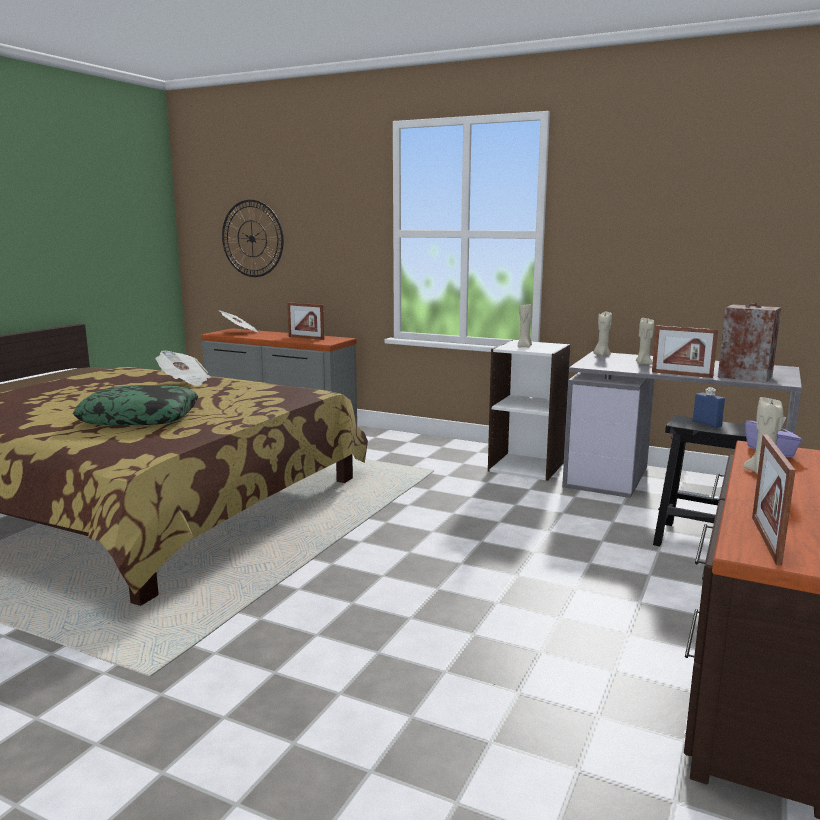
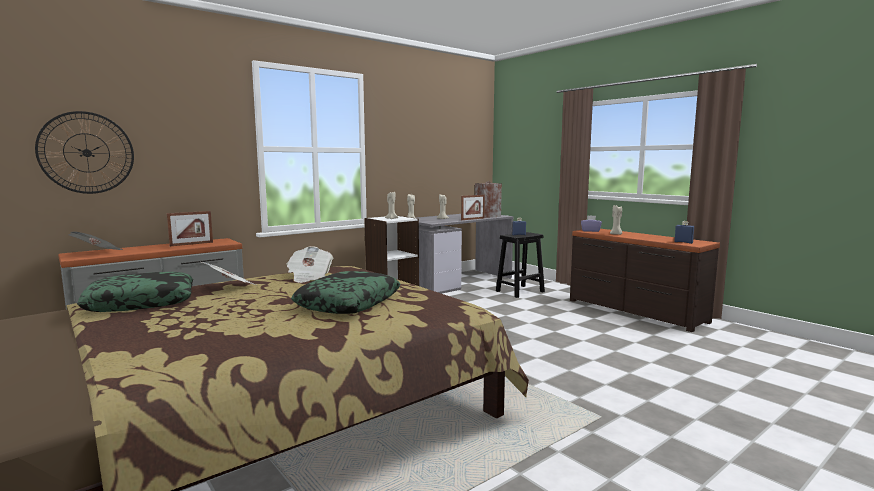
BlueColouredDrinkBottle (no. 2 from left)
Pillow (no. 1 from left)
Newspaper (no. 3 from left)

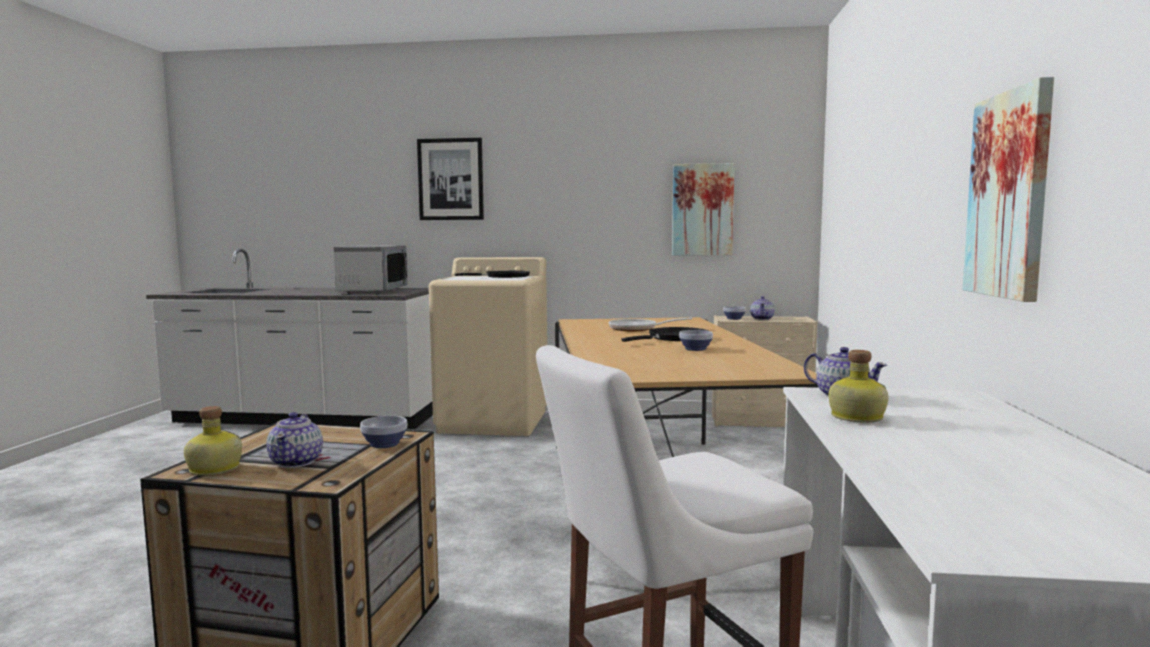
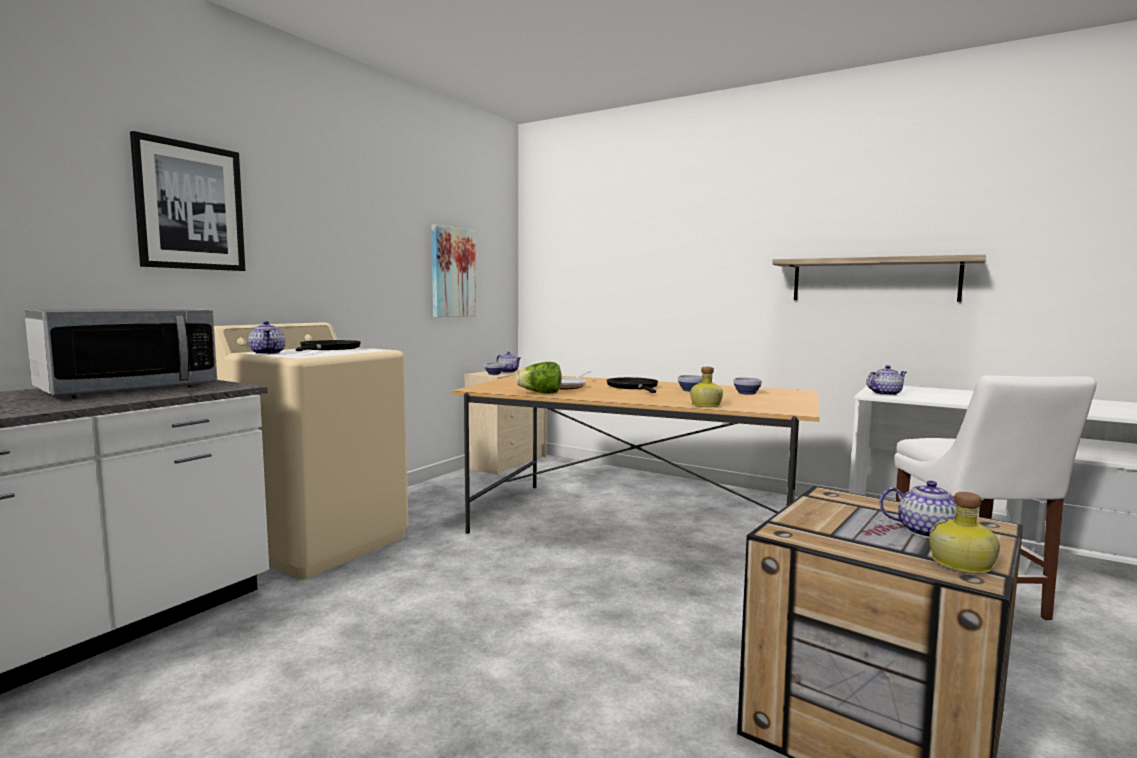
MicrowaveOven
Bowl (no. 3 from left)
DrinkBottle (no. 1 from left)
BracketShelf
Teapot (no. 1 from left)
LettuceHead

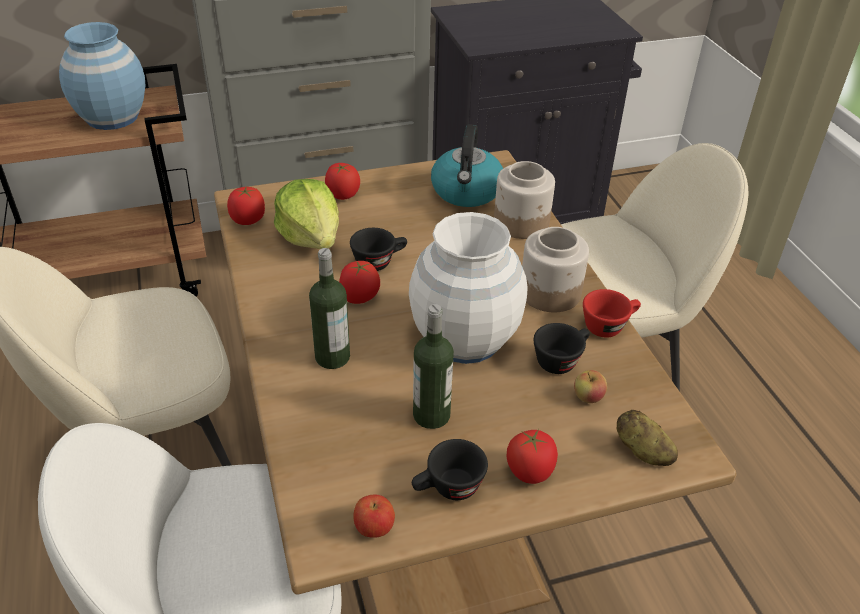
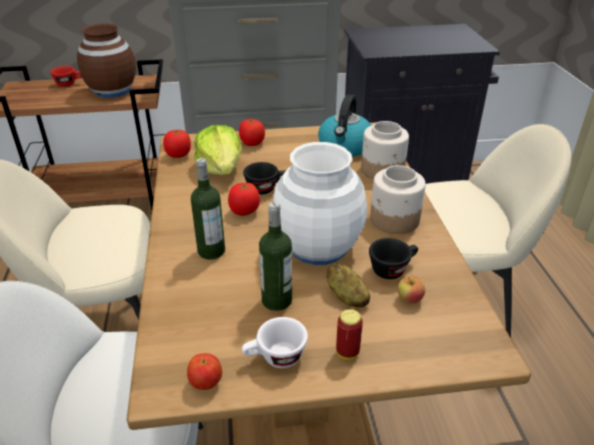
BrownFlowerVase
WhitishSmallCup
SealedCan
ReddishSmallCup
Spud

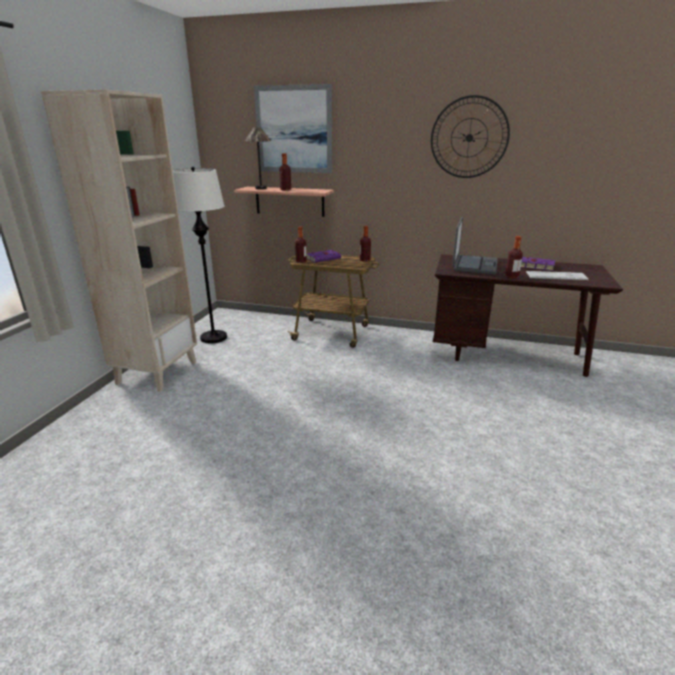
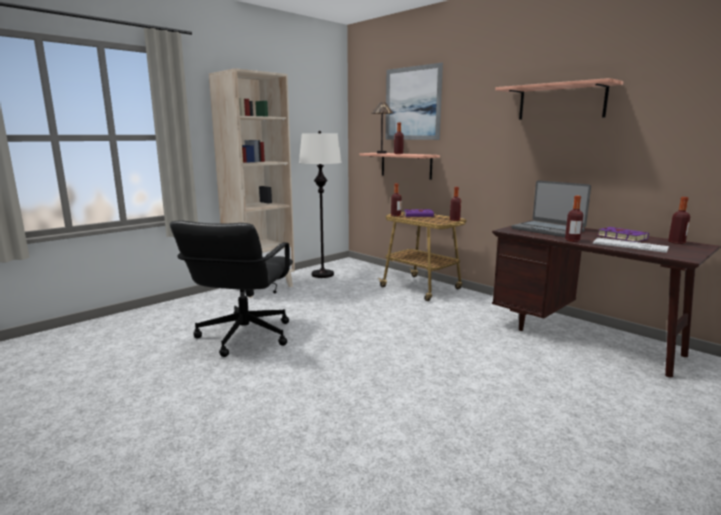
BracketShelf (no. 2 from left)
Laptop
BlackOfficeChair
DrinkBottle (no. 5 from left)

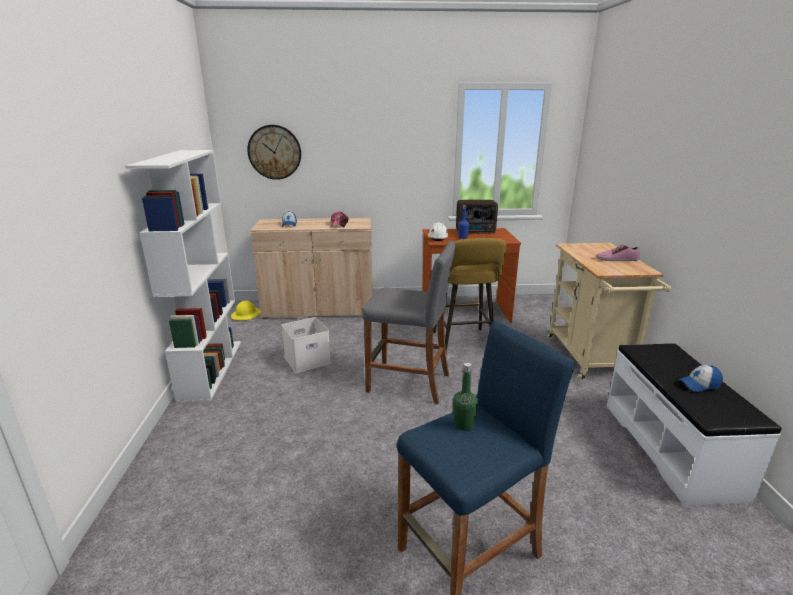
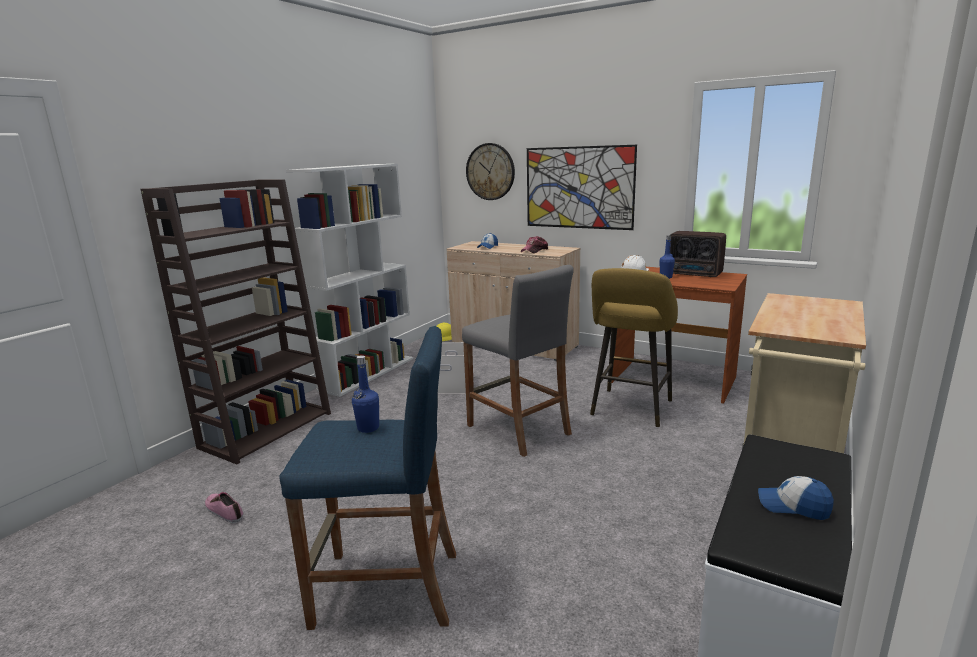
BlueColouredDrinkBottle (no. 1 from left)
LowShoe
BrownBookcase
WallPicture

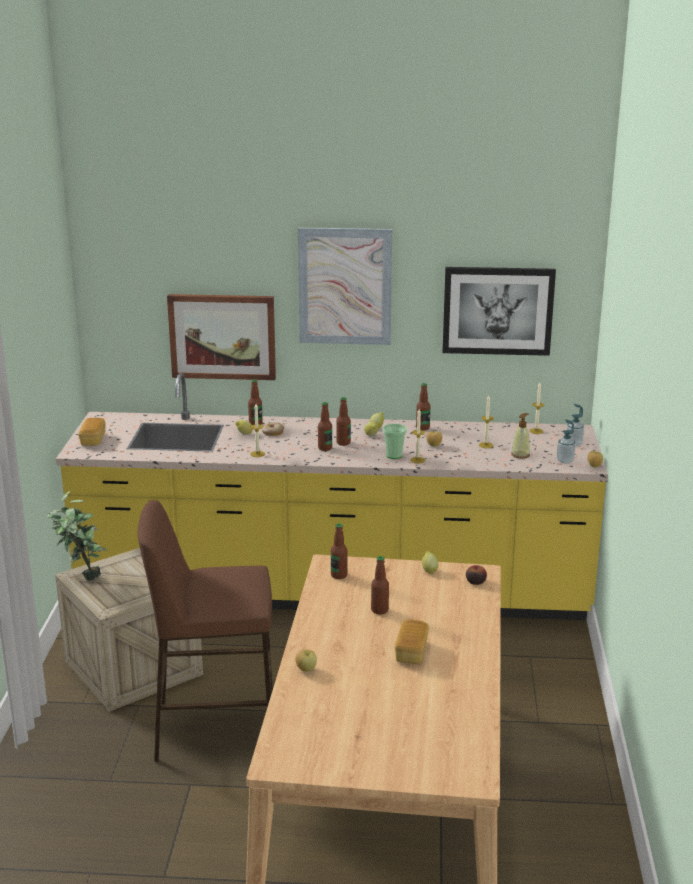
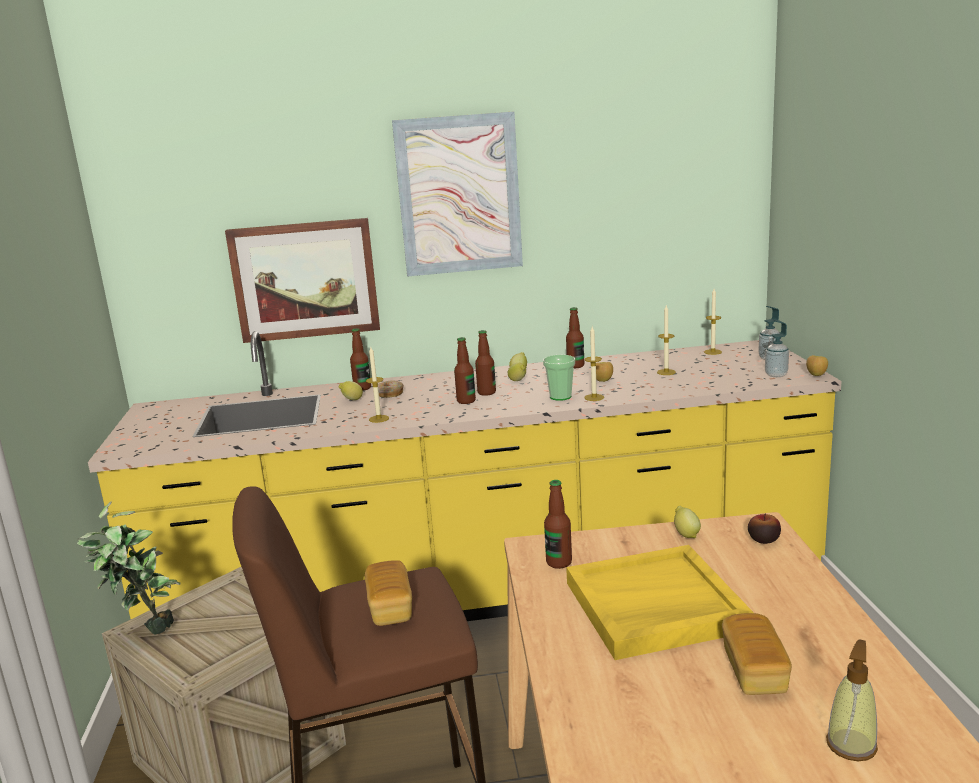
BakeryBread (no. 1 from left)
AppleFruit (no. 1 from left in the first image)
YellowTray
WallPicture (no. 3 from left in the first image)
LiquidSoapBottle (no. 3 from left)

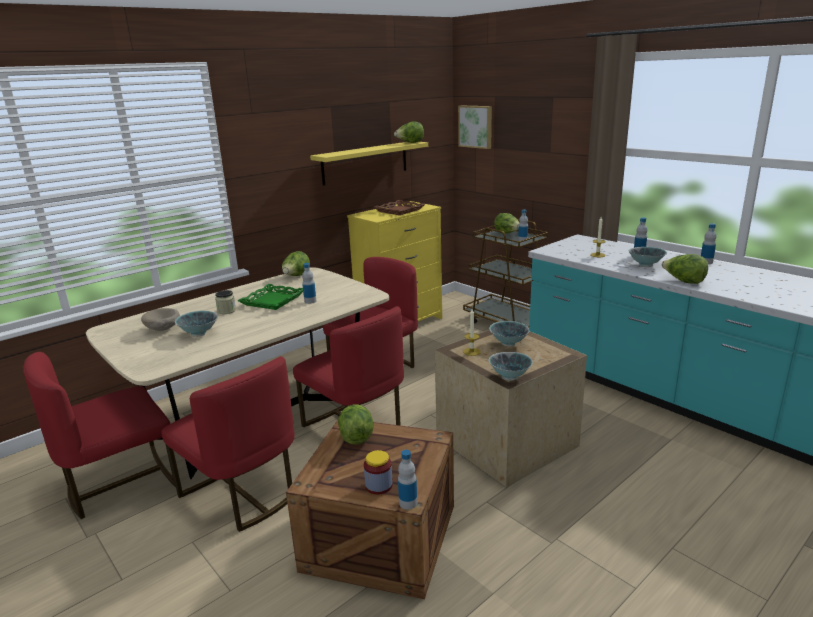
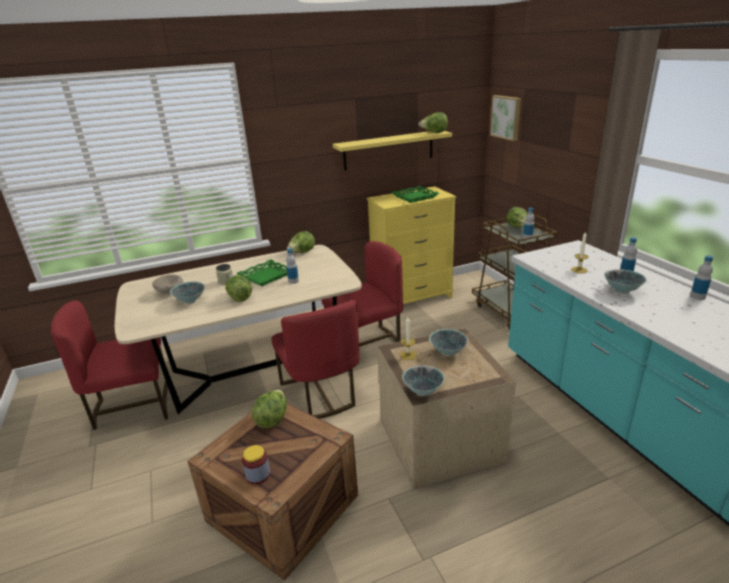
ReddishPlainChair (no. 2 from left in the first image)
GreenishTray (no. 2 from left)
DrinkBottle (no. 2 from left in the first image)
LettuceHead (no. 1 from left)

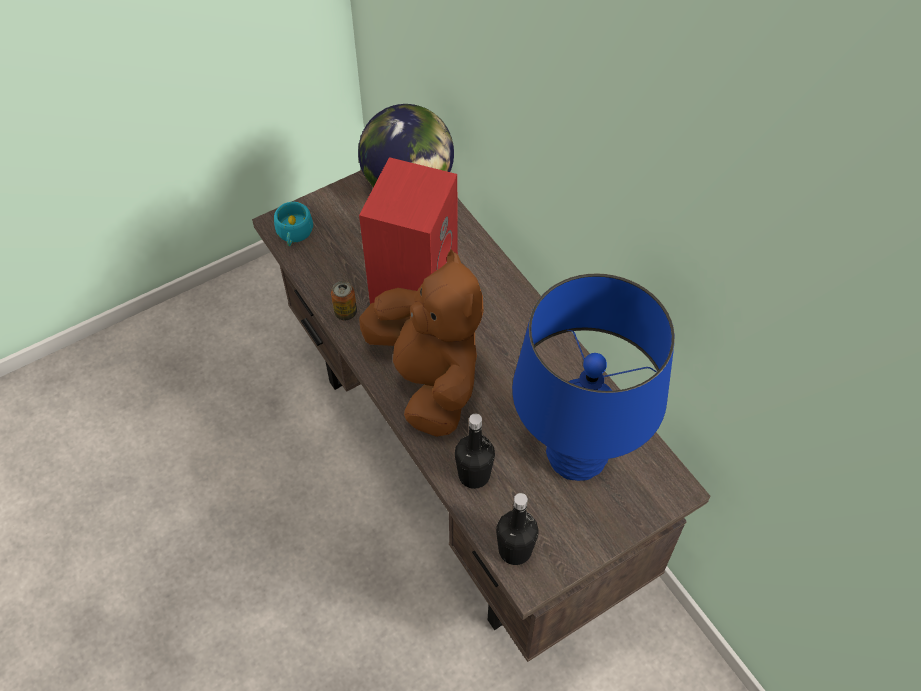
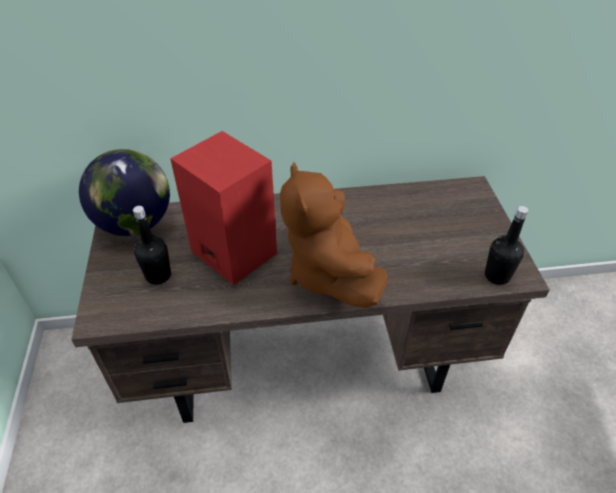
BlueGreenSmallCup
SealedCan
BrownSoftToy
BlackDrinkBottle (no. 1 from left)
BlueColouredTabletopLamp

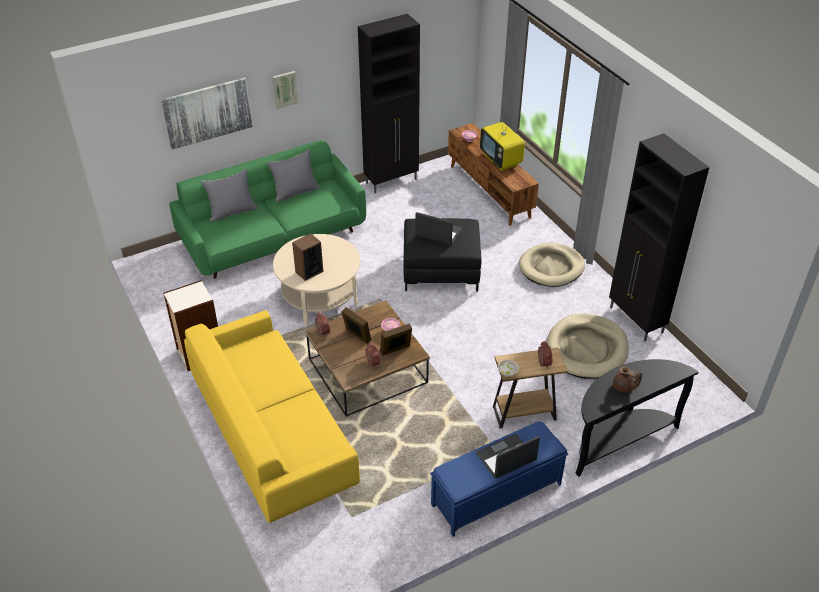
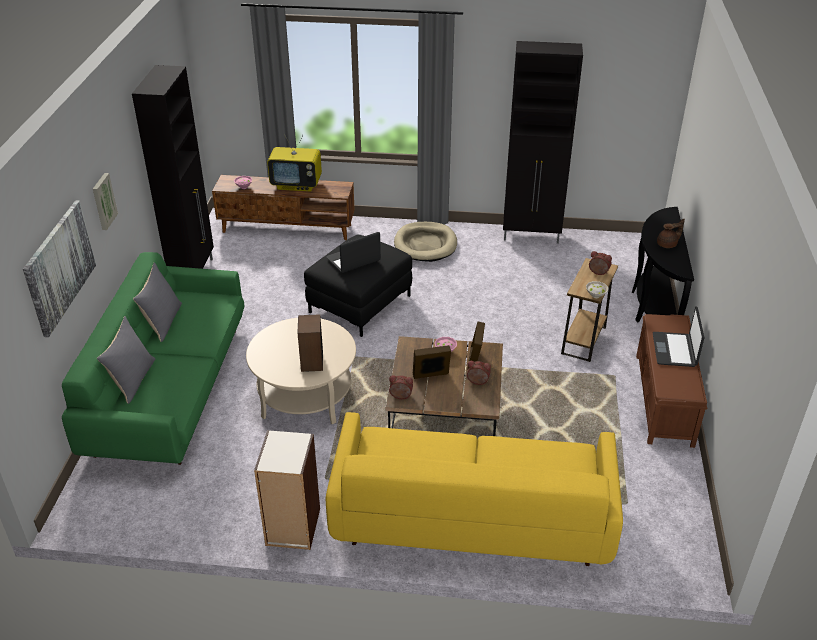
BrownIndoorBench
SandColouredDogBed (no. 2 from left in the first image)

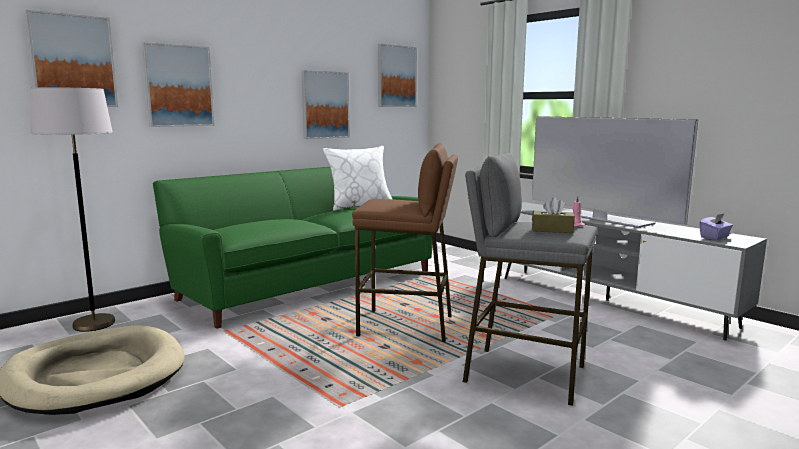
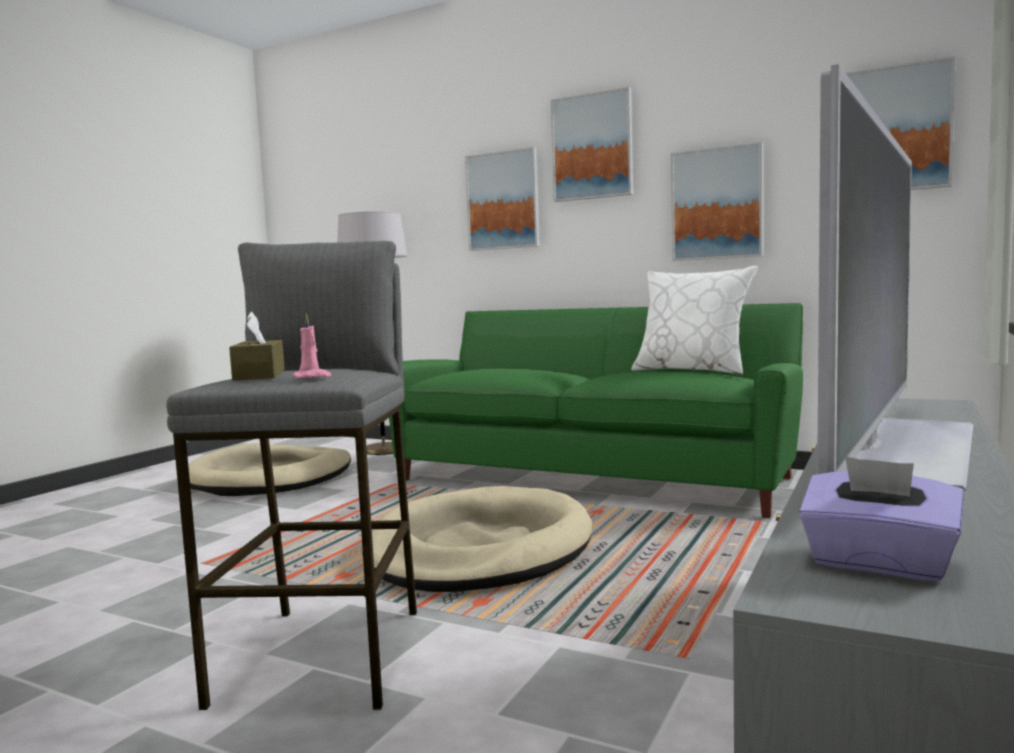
WallPicture (no. 2 from left)
SandColouredDogBed (no. 2 from left)

